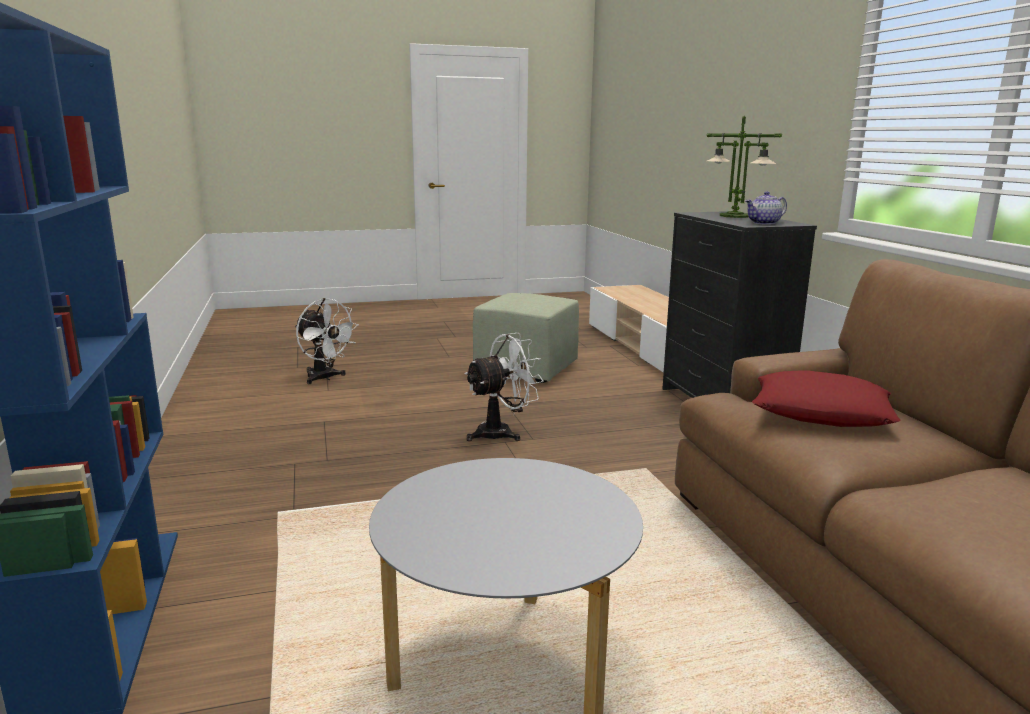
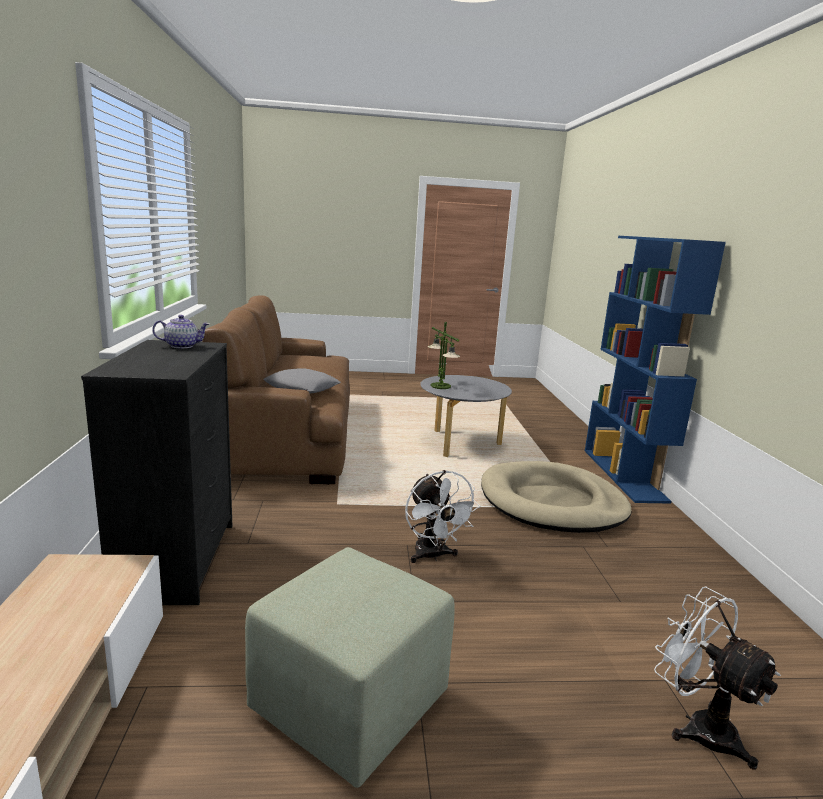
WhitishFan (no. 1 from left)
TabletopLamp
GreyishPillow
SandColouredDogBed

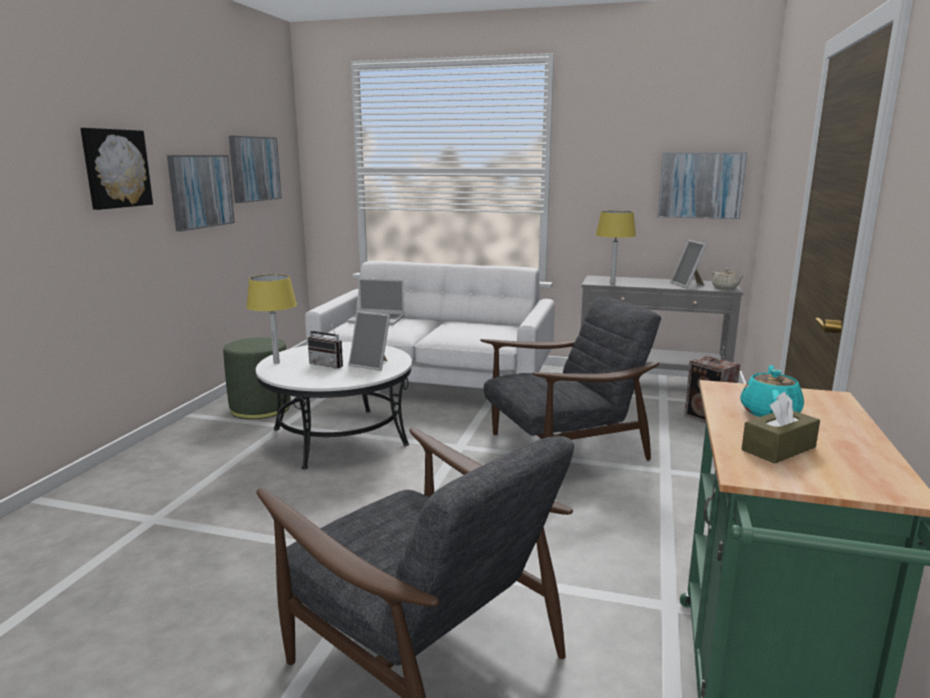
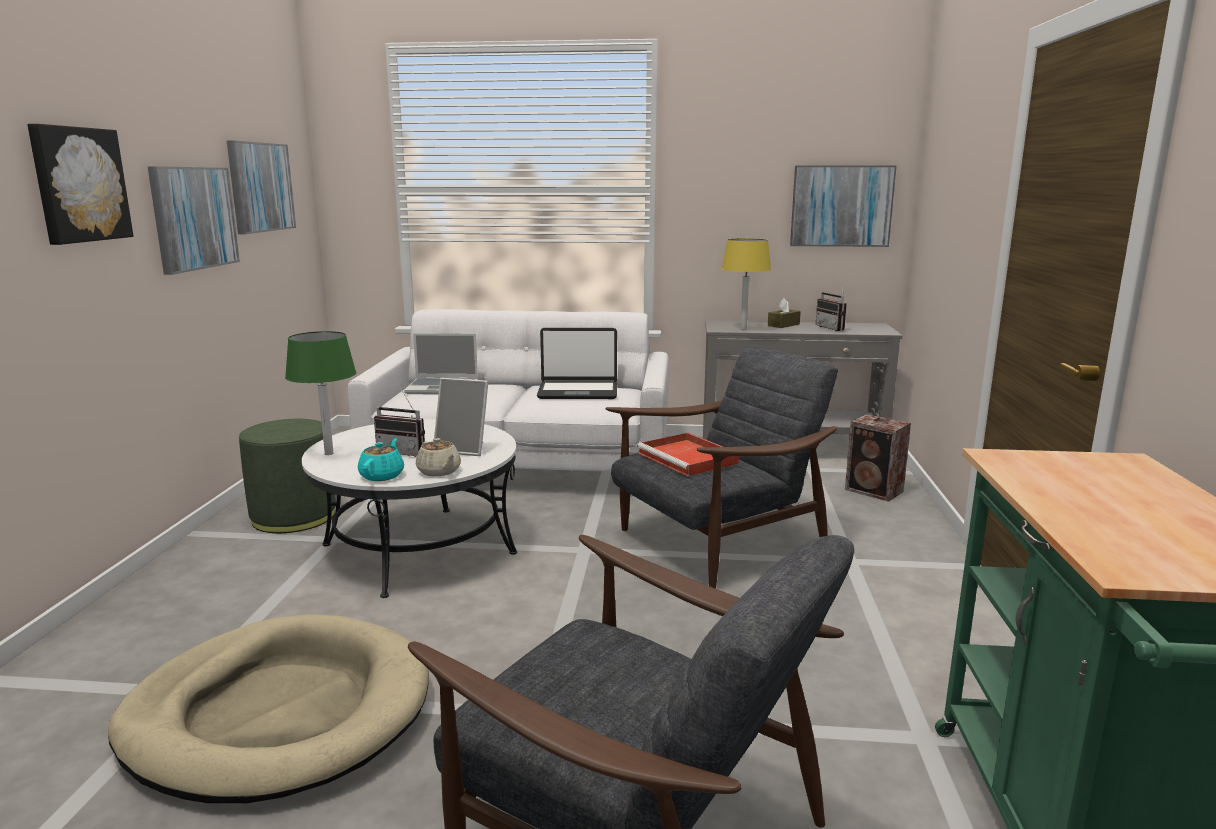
GreenishTabletopLamp
RadioSet (no. 2 from left)
SandColouredTeapot
BlueGreenTeapot
BrownTissueHolder
SandColouredDogBed
Laptop (no. 2 from left)
ReddishTray

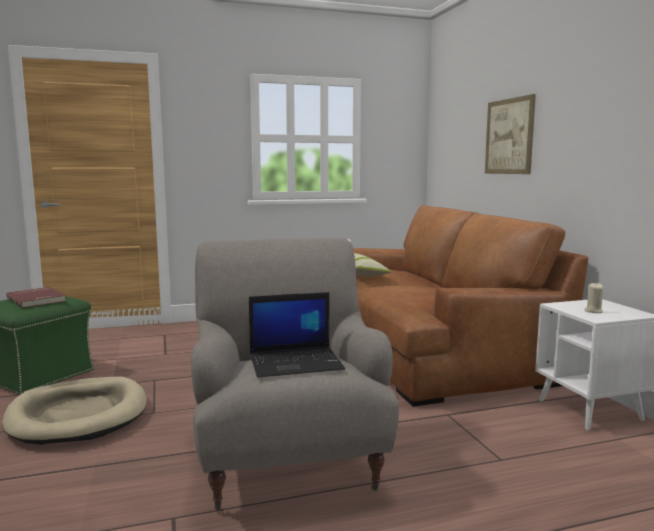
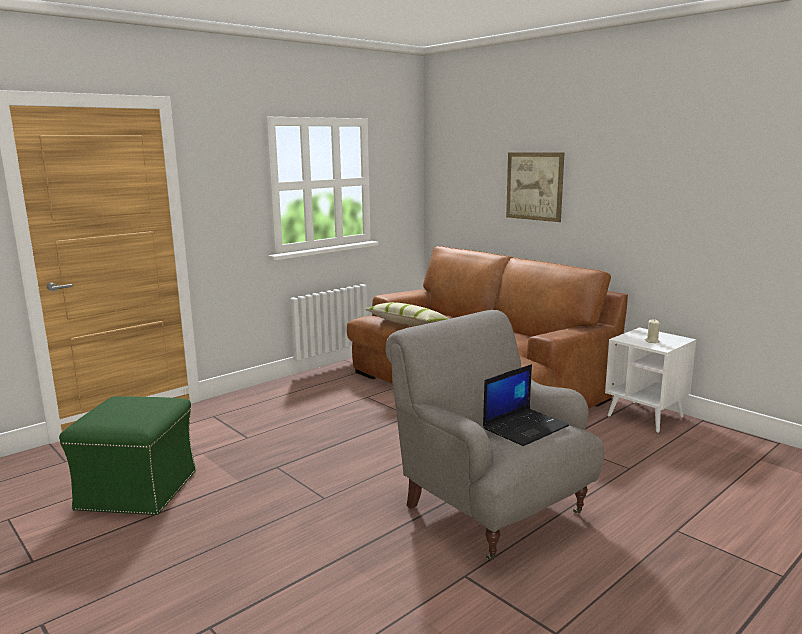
SandColouredDogBed
ReddishBoundBook

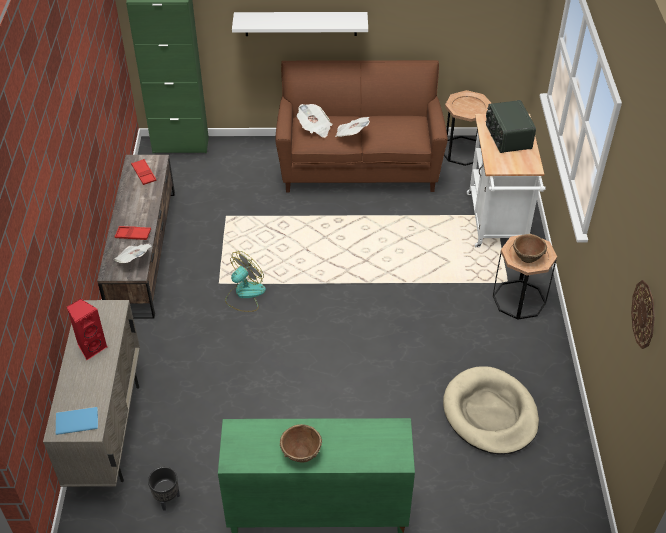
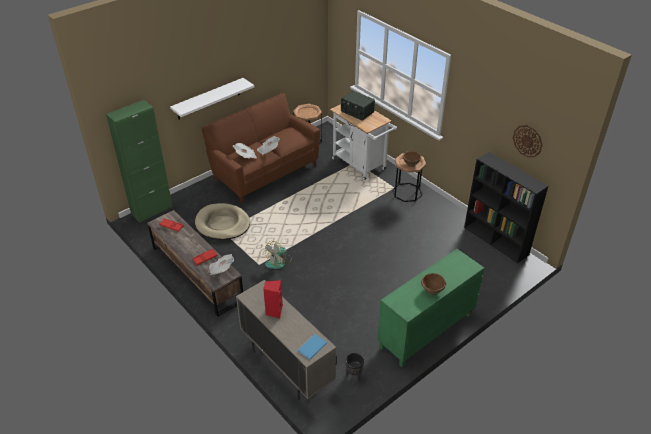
Fan
SandColouredDogBed
BlackBookcase

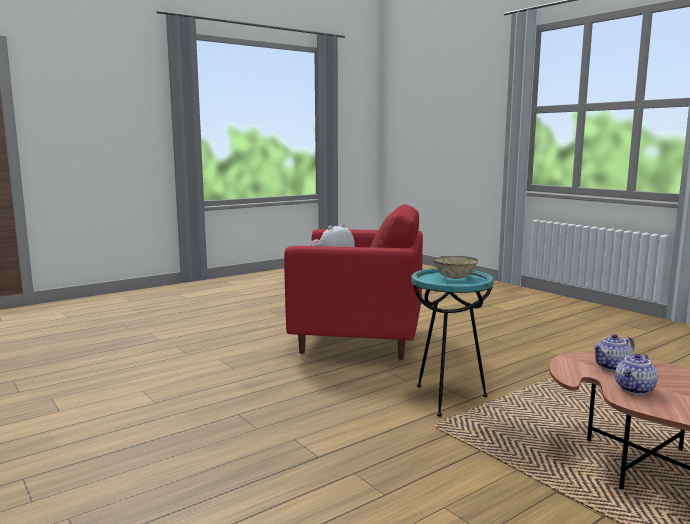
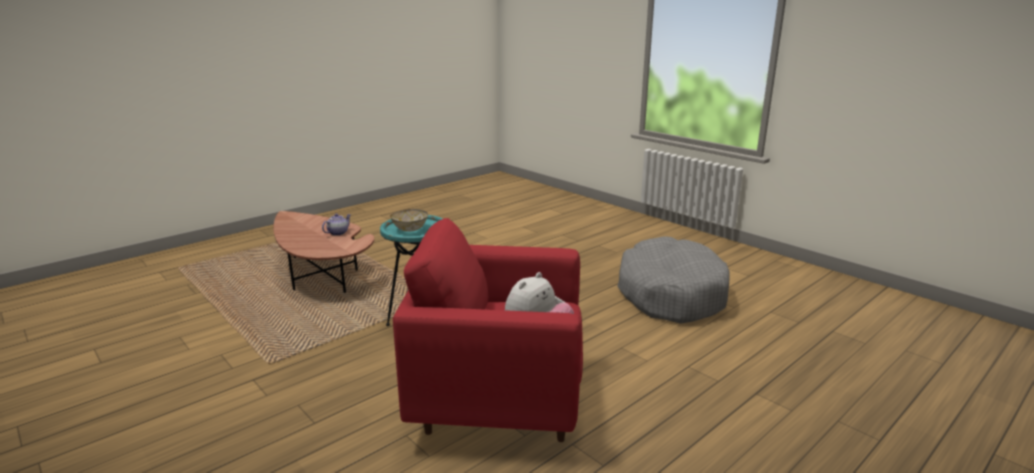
Teapot (no. 1 from left in the first image)
GreyishDogBed

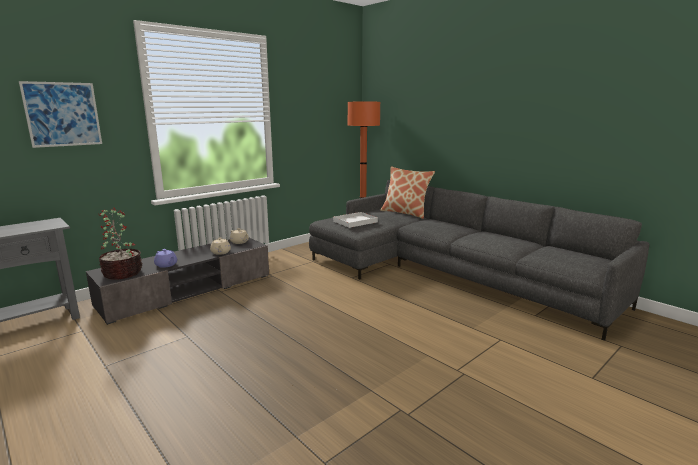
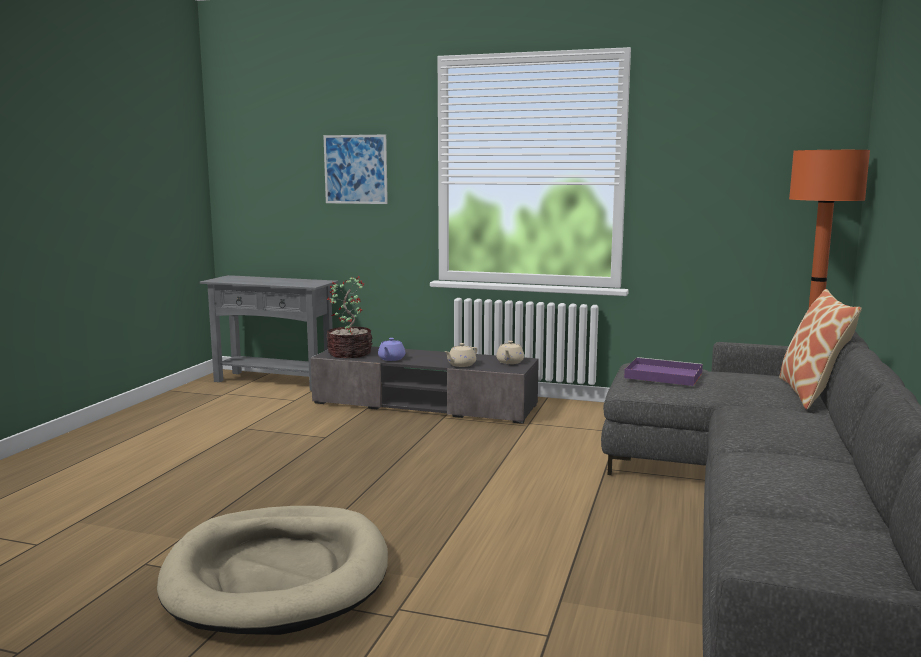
PurplishTray
SandColouredDogBed

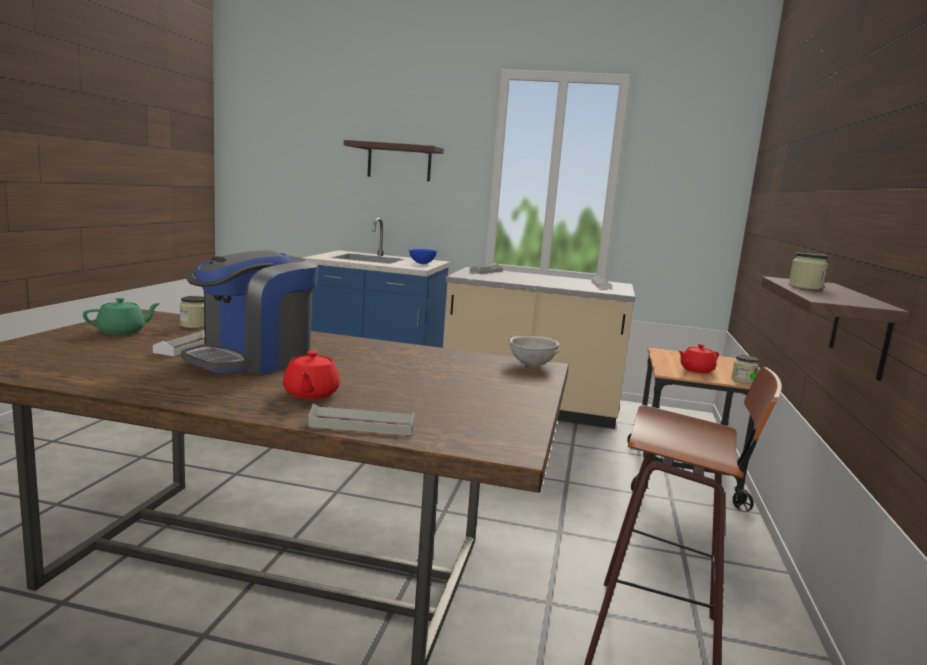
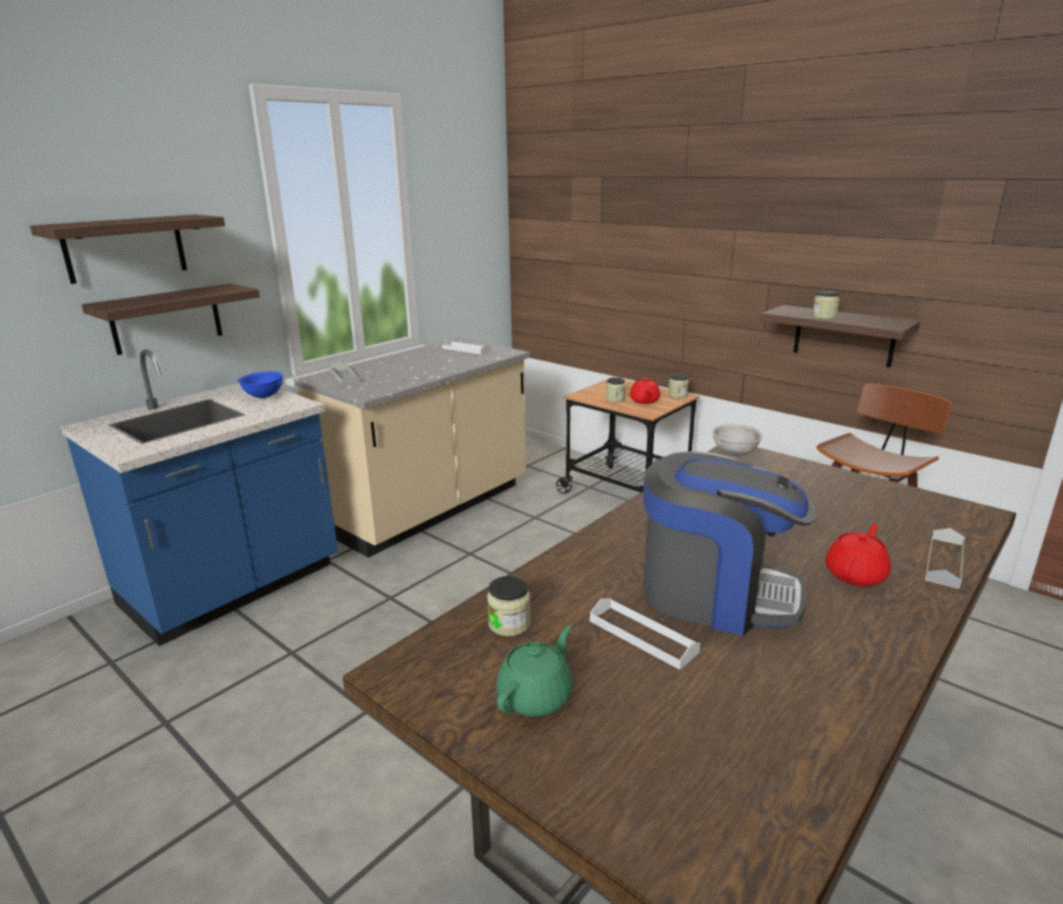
GreenishTeapot
CoffeeMaker
ReddishTeapot (no. 2 from left)
BracketShelf (no. 2 from left)
Jar (no. 2 from left)

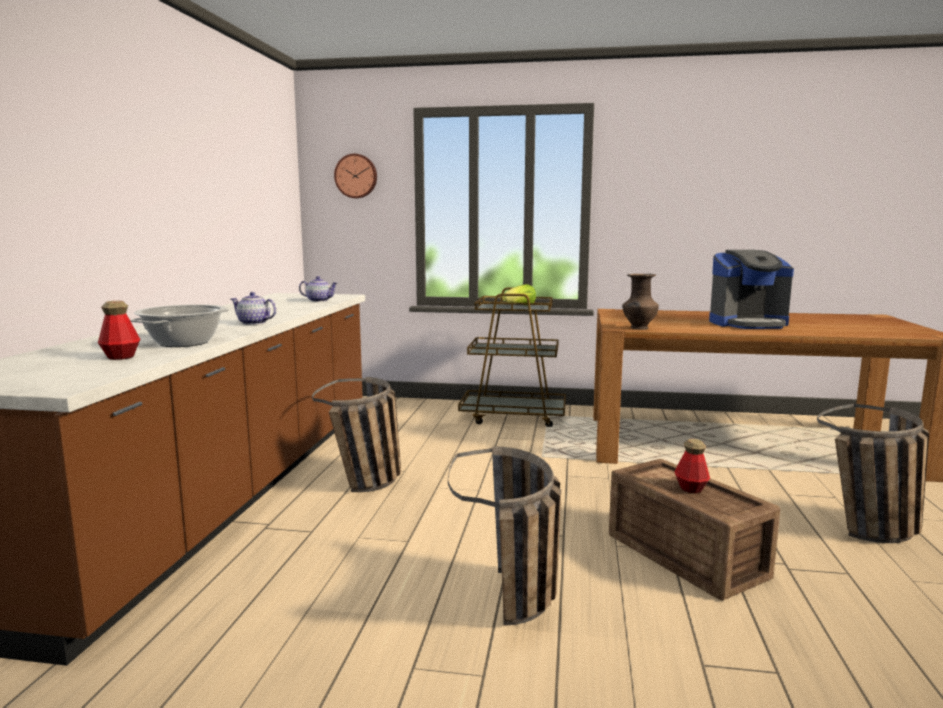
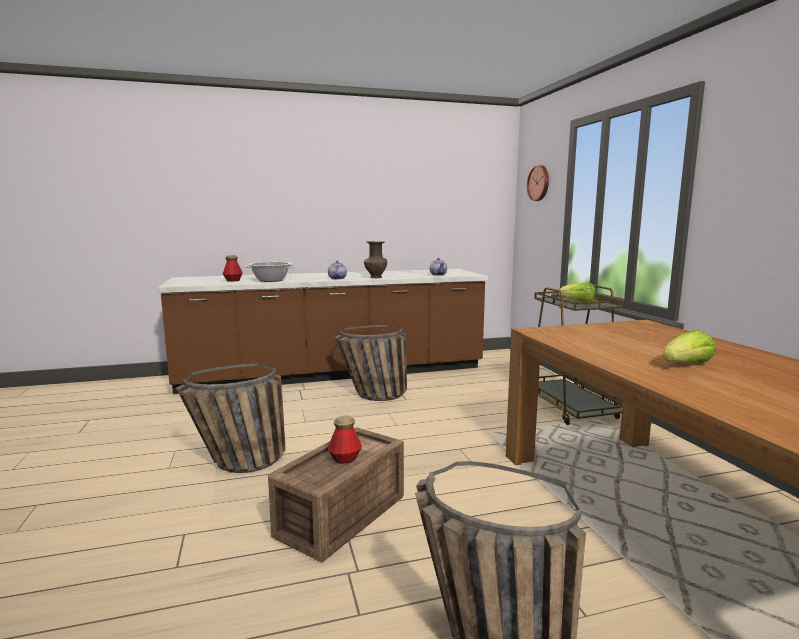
BrownFlowerVase
LettuceHead (no. 2 from left)

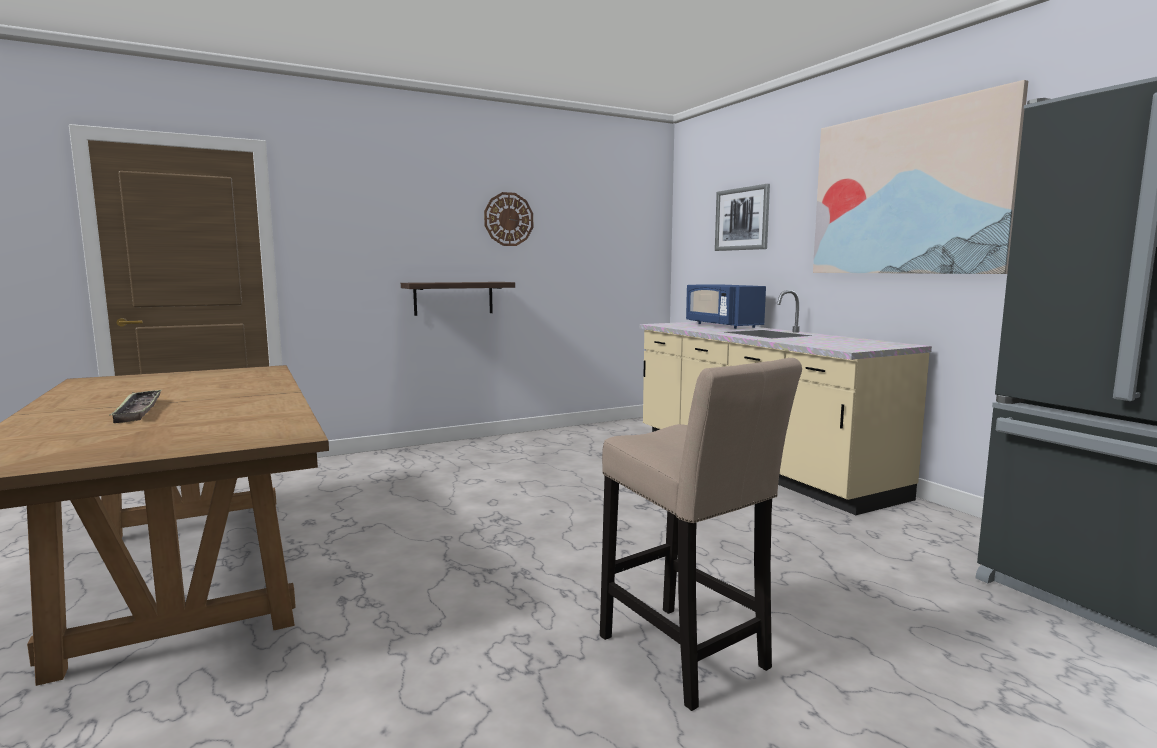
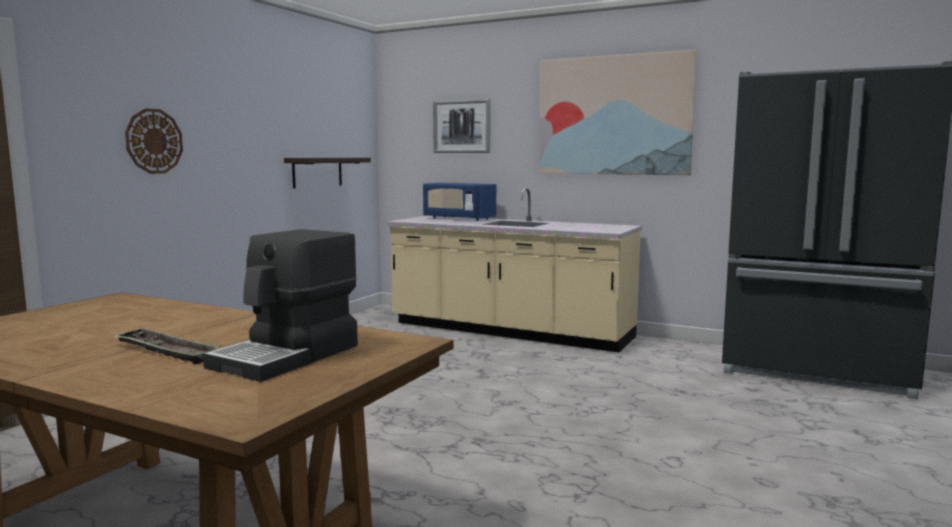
BracketShelf
ClockOnTheWall
SandColouredStoolSeat
CoffeeMaker

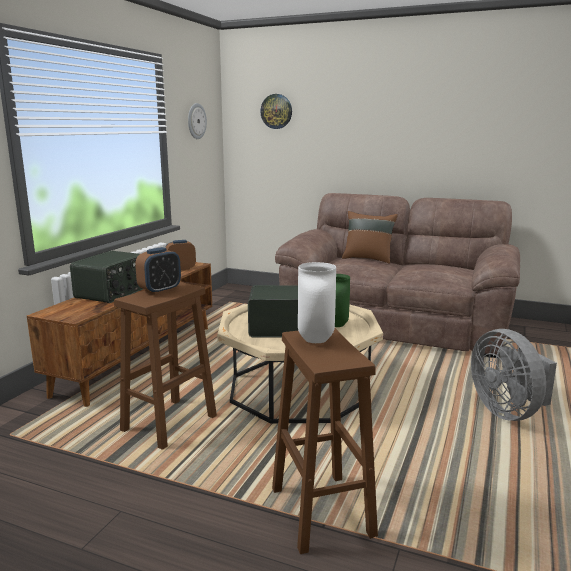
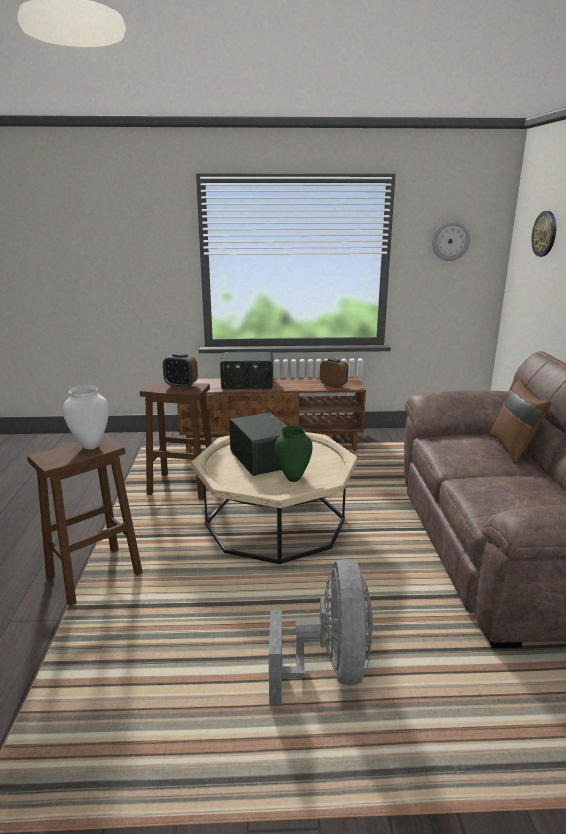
GreyishFan

